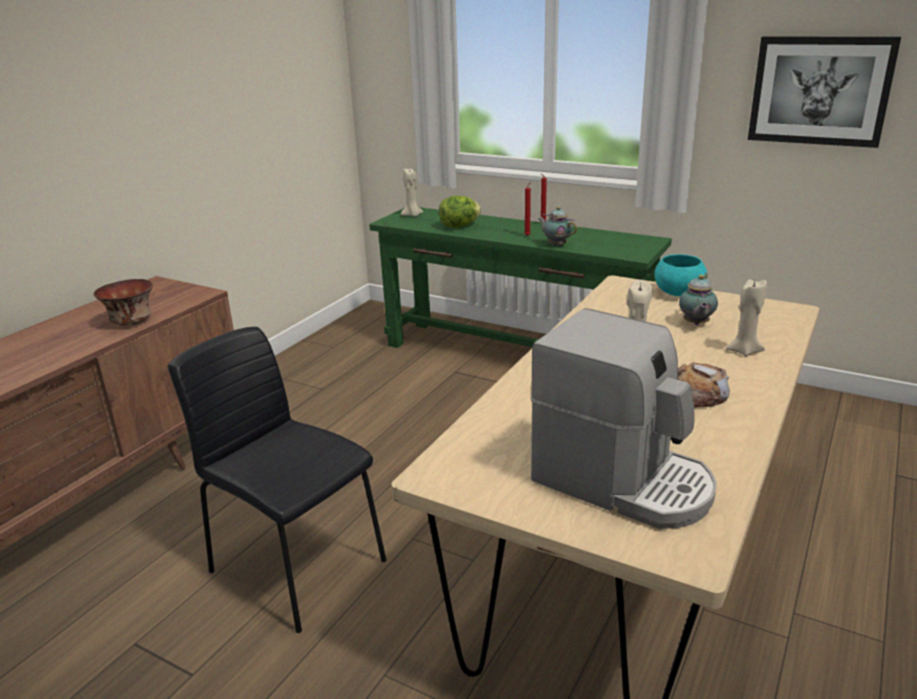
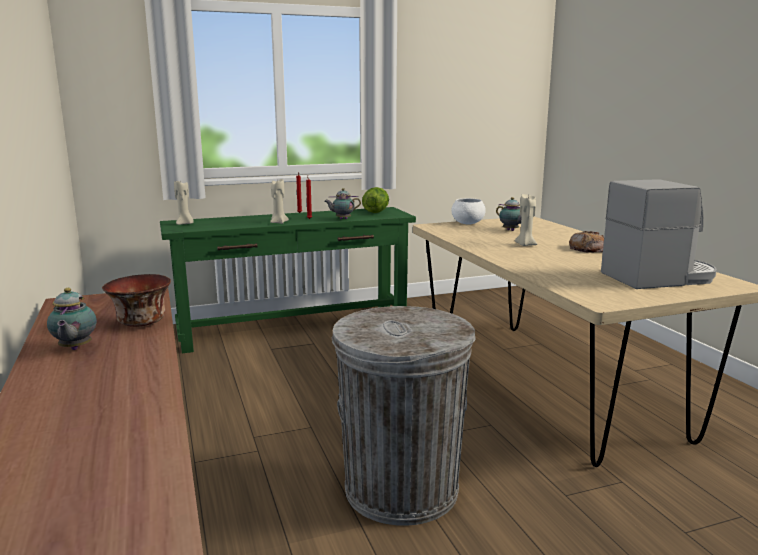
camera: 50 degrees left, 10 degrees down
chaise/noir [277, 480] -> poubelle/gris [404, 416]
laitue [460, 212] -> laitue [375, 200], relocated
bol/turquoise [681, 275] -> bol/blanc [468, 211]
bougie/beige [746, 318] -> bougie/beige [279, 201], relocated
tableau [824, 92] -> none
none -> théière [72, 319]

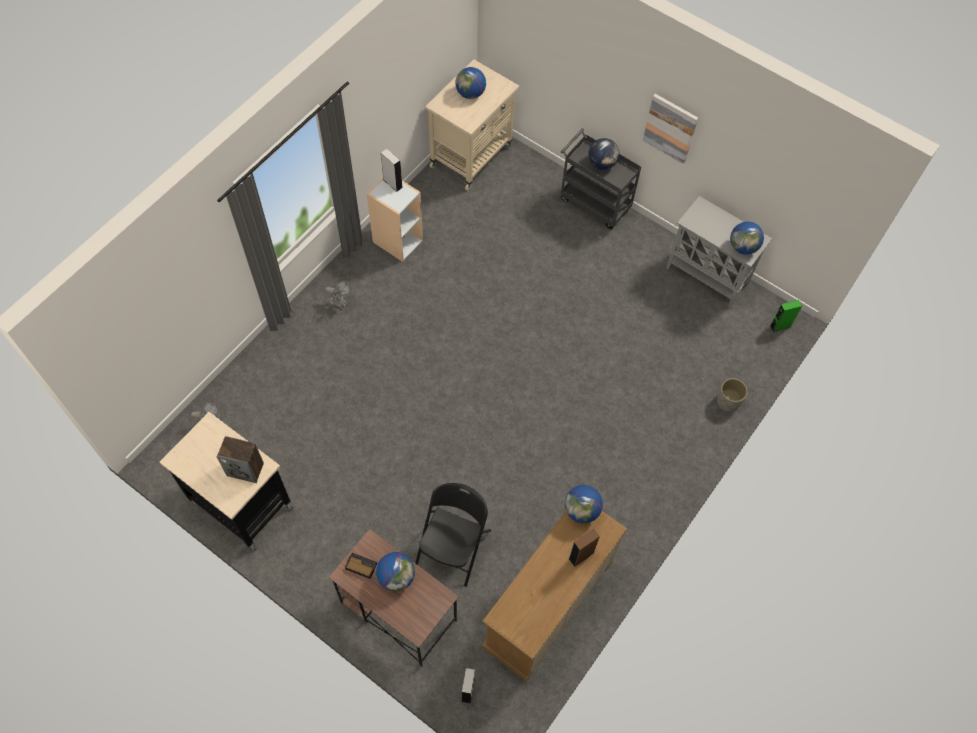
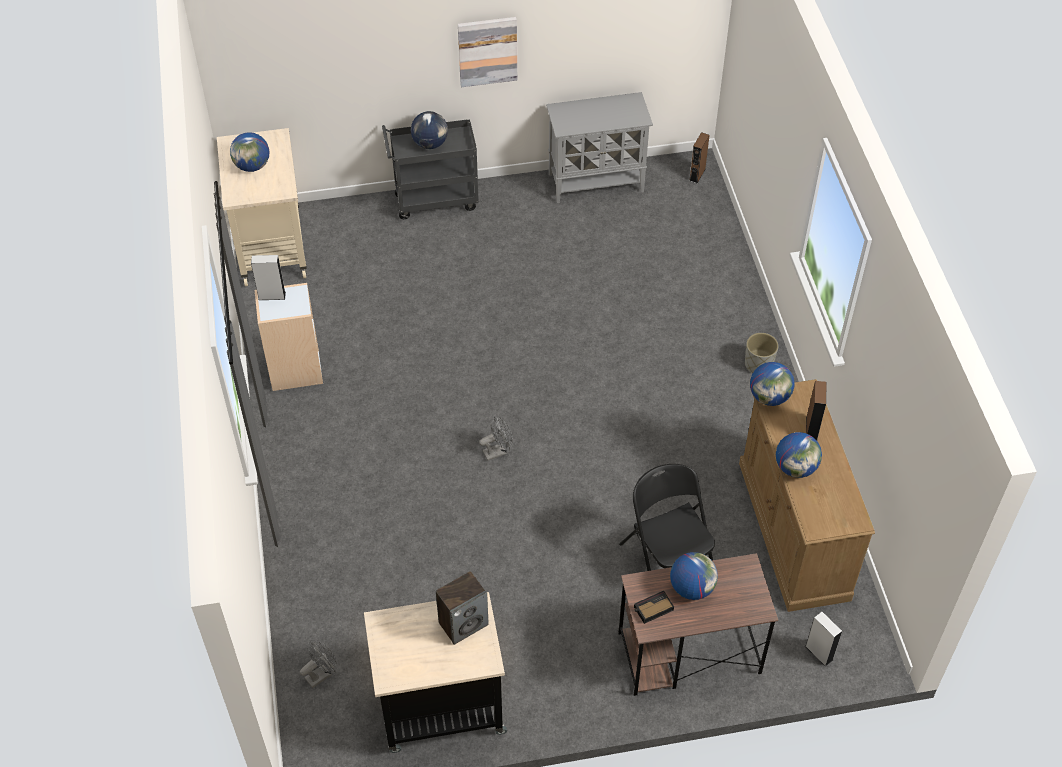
camera: 45 degrees left, 10 degrees down
ventilateur/gris [338, 294] -> ventilateur/gris [496, 438], relocated
cache-pot/gris [732, 395] -> cache-pot/gris [761, 353], relocated
globe [747, 238] -> globe [799, 455], relocated
enceinte/vert [786, 316] -> enceinte/marron [699, 157]

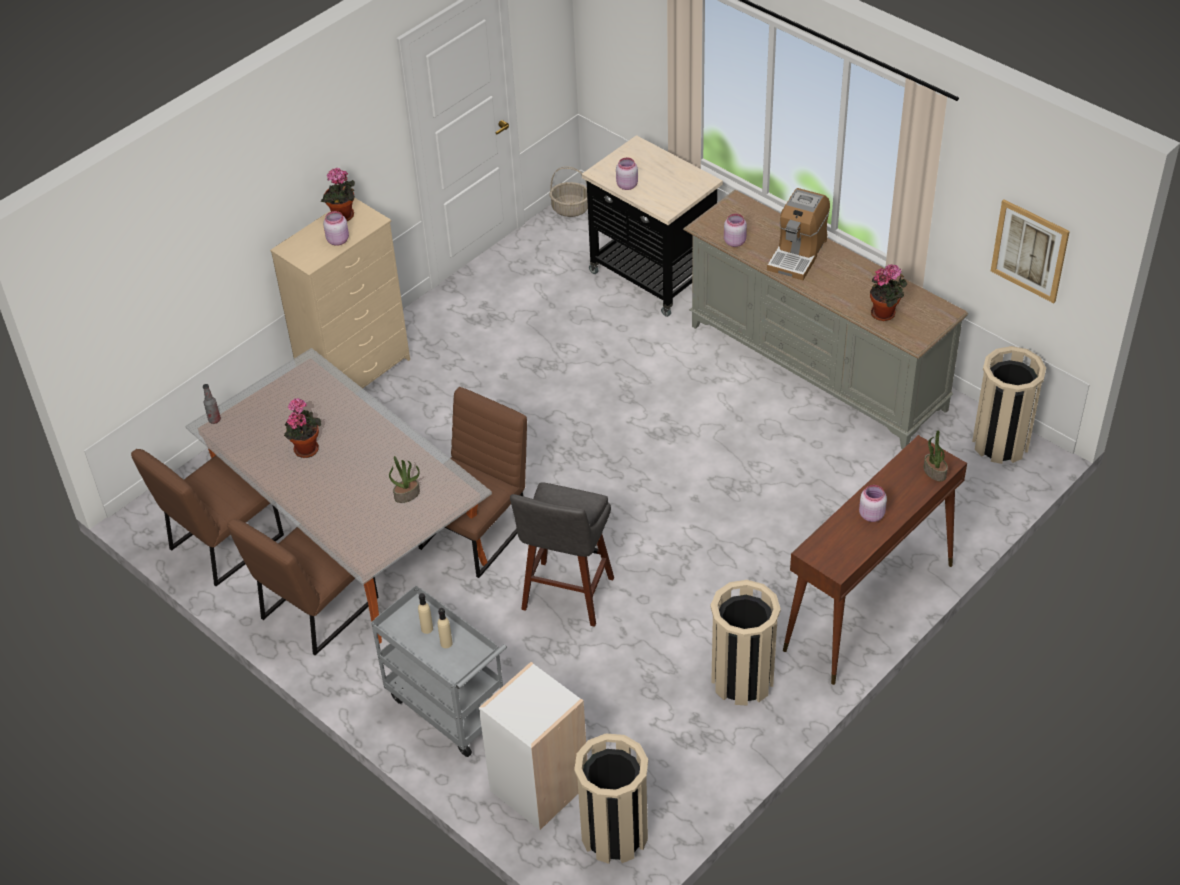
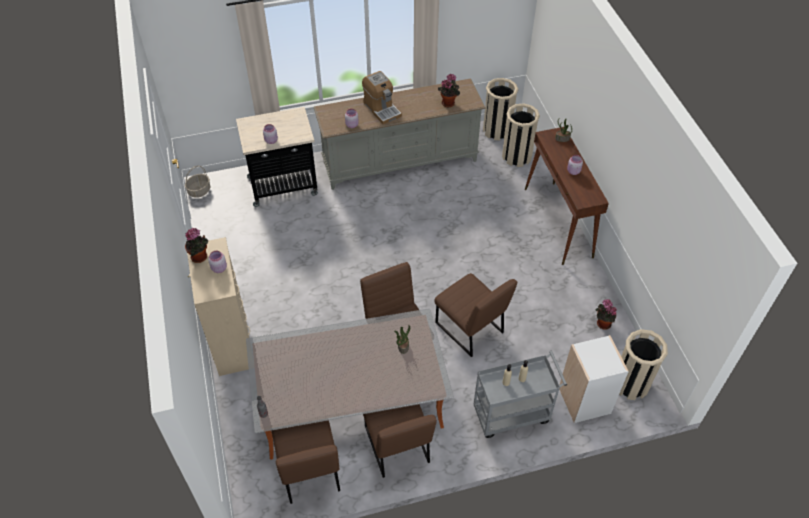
camera: 60 degrees left, 5 degrees up
plante en pot [302, 428] -> plante en pot [606, 314], relocated
tabouret/gris [562, 554] -> chaise/marron [476, 315]
poubelle/beige [746, 643] -> poubelle/beige [521, 135], relocated
tableau [1030, 251] -> none

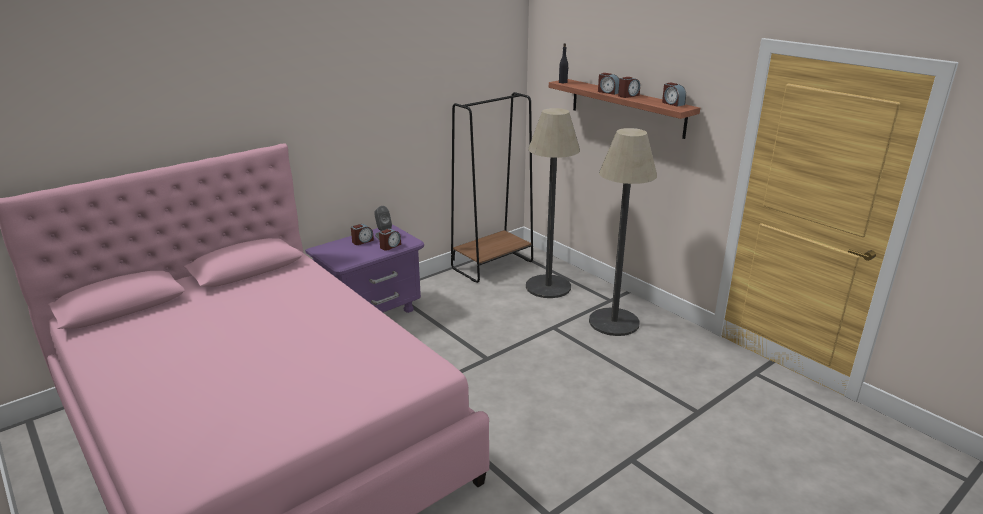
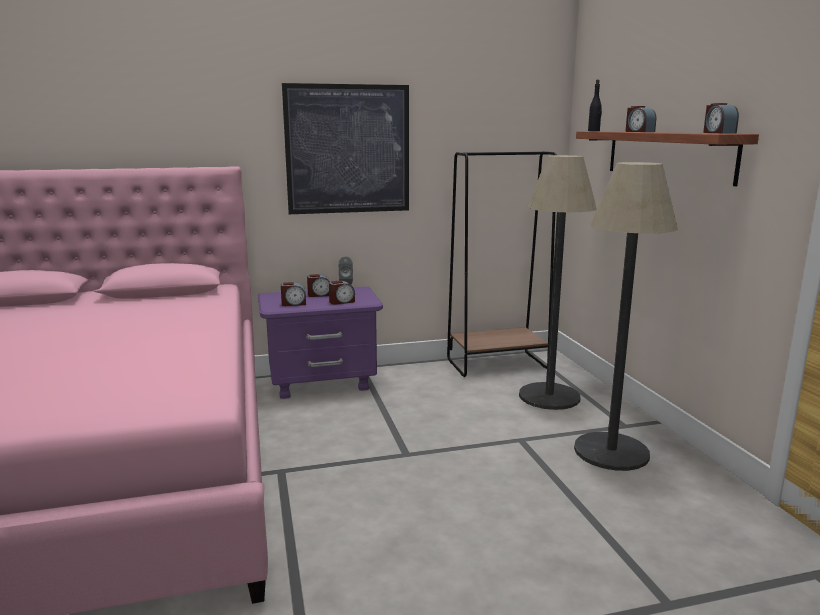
camera: 25 degrees right, 10 degrees down
réveil [629, 87] -> réveil [293, 294], relocated
none -> tableau [345, 148]

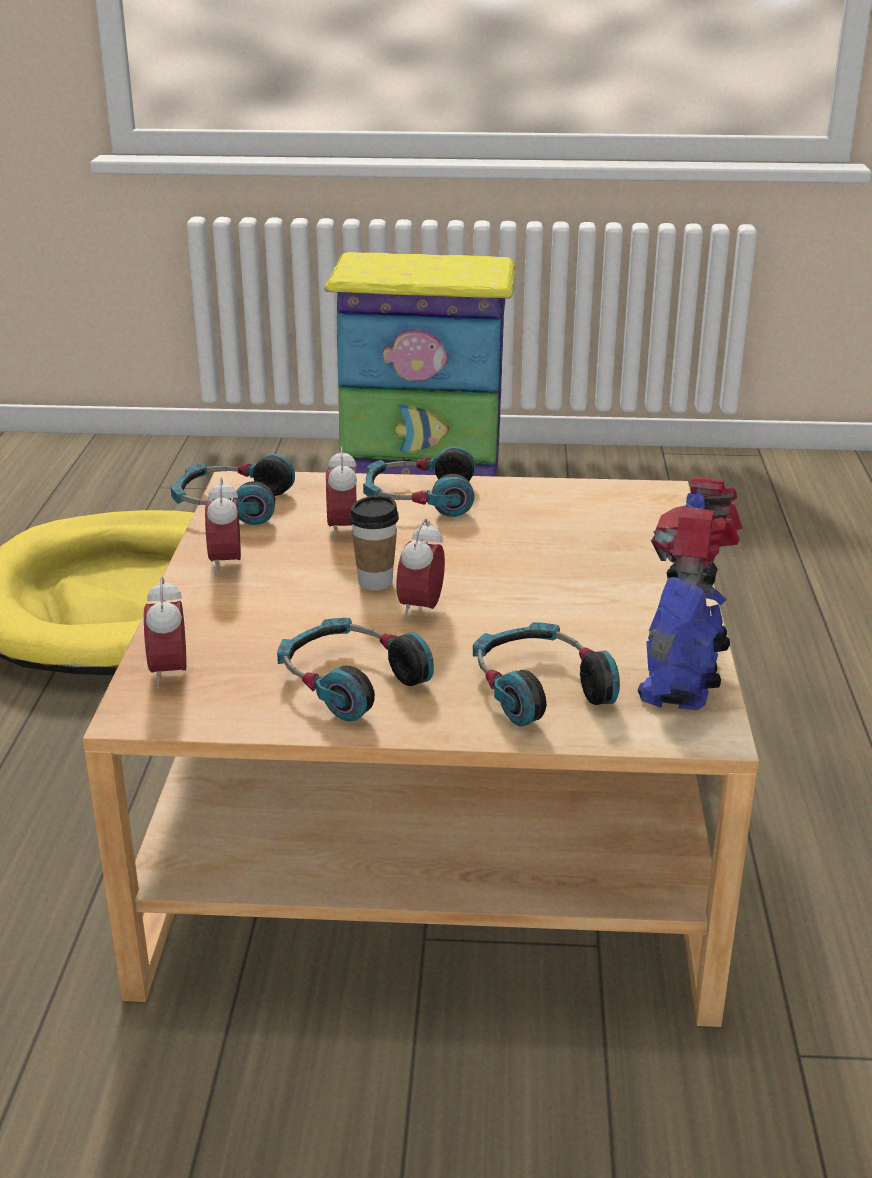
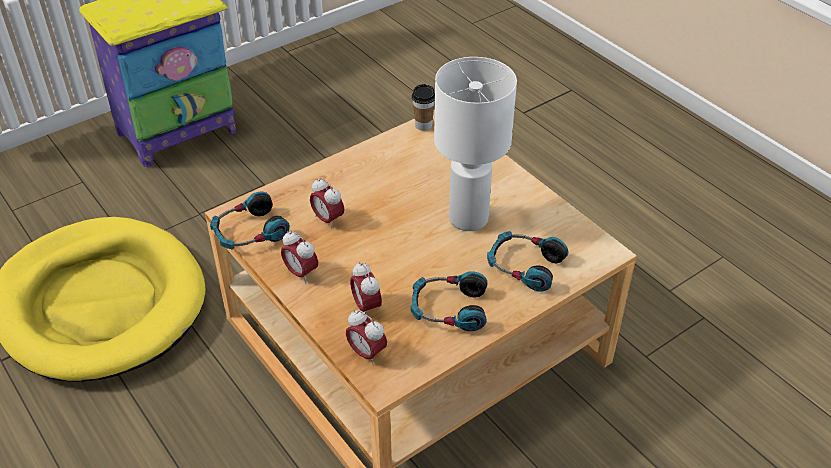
camera: 40 degrees left, 15 degrees up
tasse [374, 543] -> tasse [423, 107], relocated
casque audio [419, 481] -> none
réveil [420, 569] -> réveil [366, 288], relocated
robot jouet [690, 594] -> none
none -> lampe de table/blanc [475, 144]

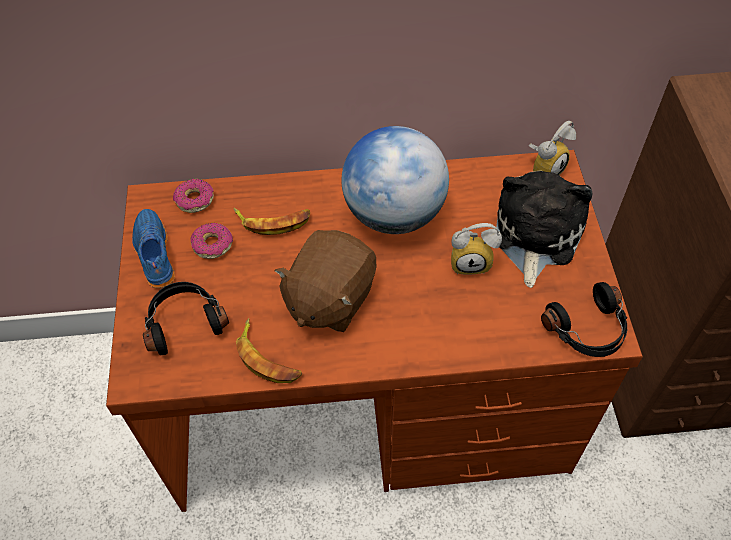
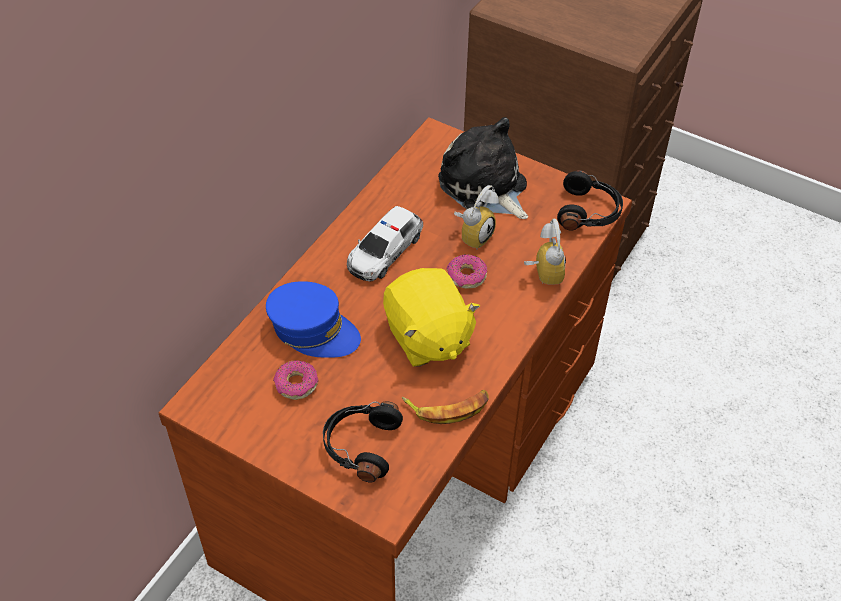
camera: 55 degrees left, 5 degrees down
chaussure/bleu [153, 248] -> none
beignet [193, 196] -> beignet [467, 271], relocated
banane [271, 221] -> casquette/bleu [313, 319]
peluche/marron [325, 281] -> peluche/jaune [431, 317]
globe [395, 180] -> petite voiture [385, 243]
réveil [552, 148] -> réveil [545, 252], relocated

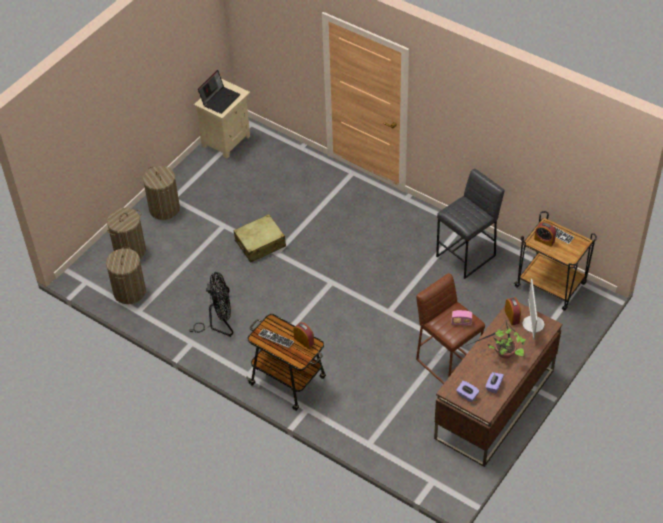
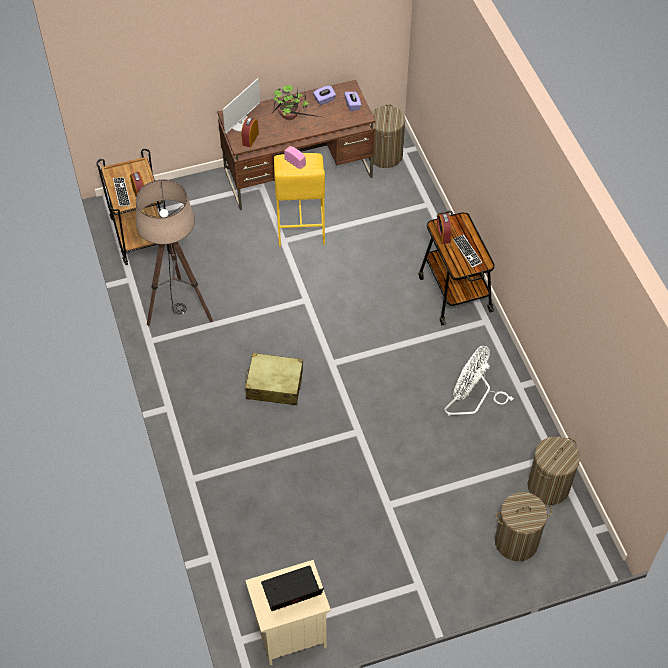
camera: 145 degrees left, 5 degrees up
panier à linge [161, 193] -> panier à linge [387, 136], relocated
ventilateur/noir [211, 304] -> ventilateur/blanc [479, 381]
valise/beige [259, 238] -> valise/beige [274, 379], relocated
tabouret/marron [450, 328] -> tabouret/jaune [299, 200]
tabouret/gris [470, 223] -> lampadaire [174, 253]

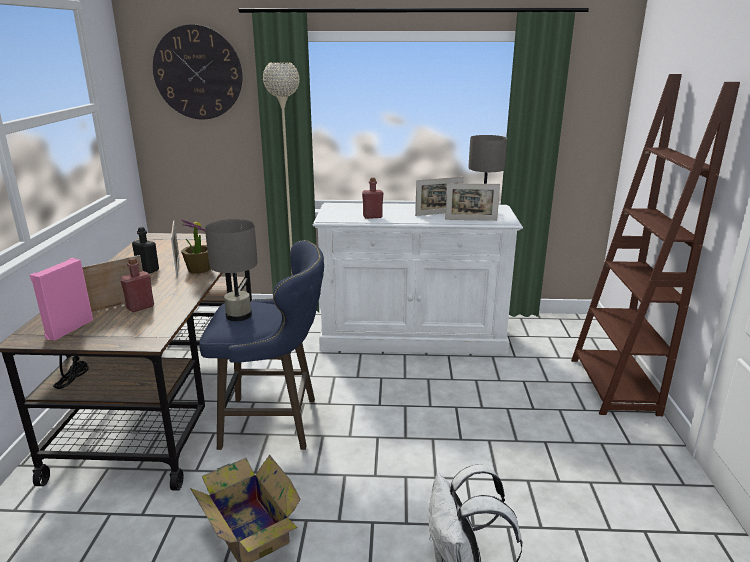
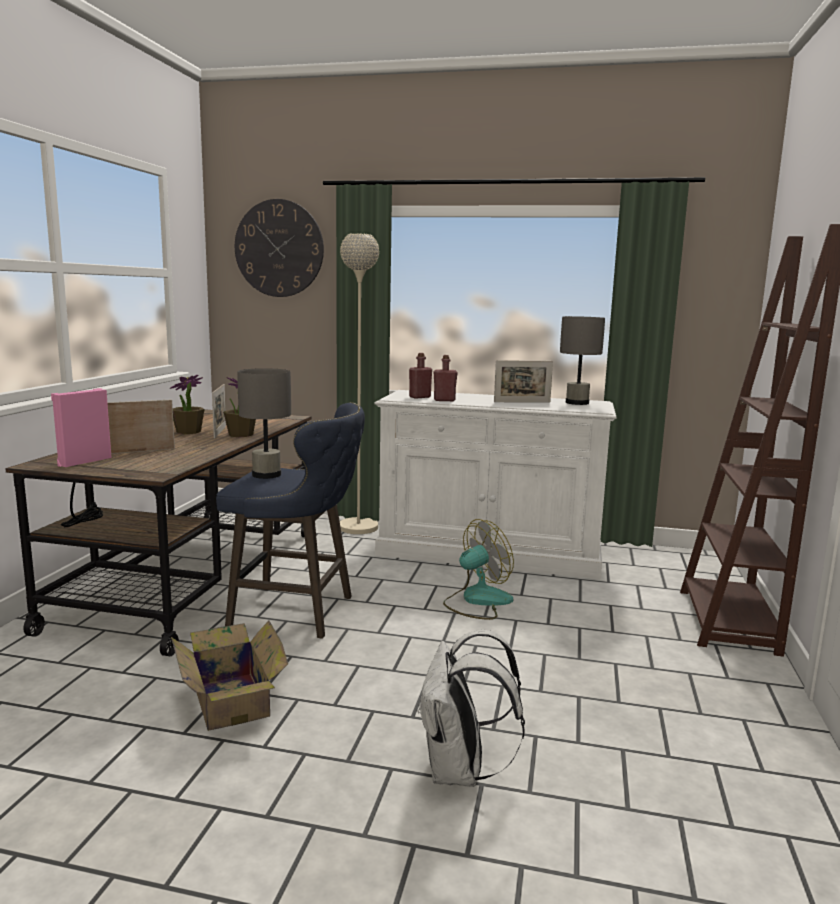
camera: 10 degrees right, 10 degrees down
bouteille/rouge [137, 285] -> bouteille/rouge [420, 376], relocated
bouteille/noir [145, 250] -> plante en pot [187, 404]
cadre photo [472, 202] -> none
none -> ventilateur [478, 569]

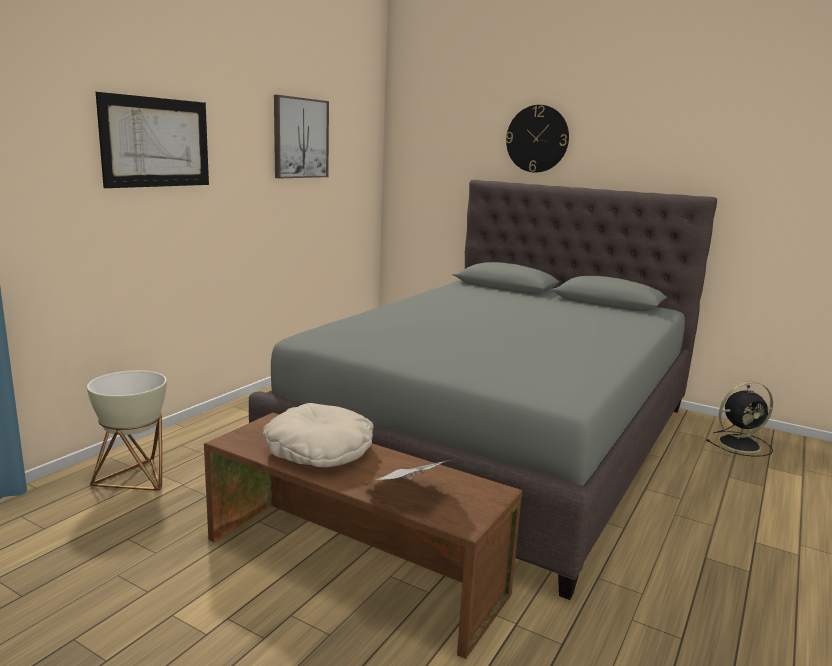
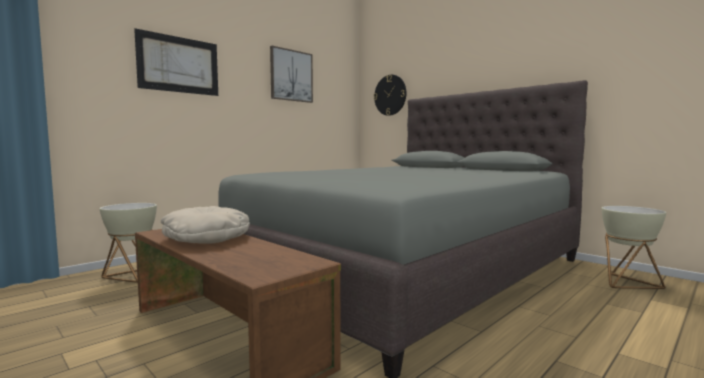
camera: 15 degrees right, 10 degrees down
journal [407, 471] -> none
horloge murale [537, 139] -> horloge murale [390, 95], relocated
ventilateur/noir [739, 419] -> cache-pot [633, 247]

